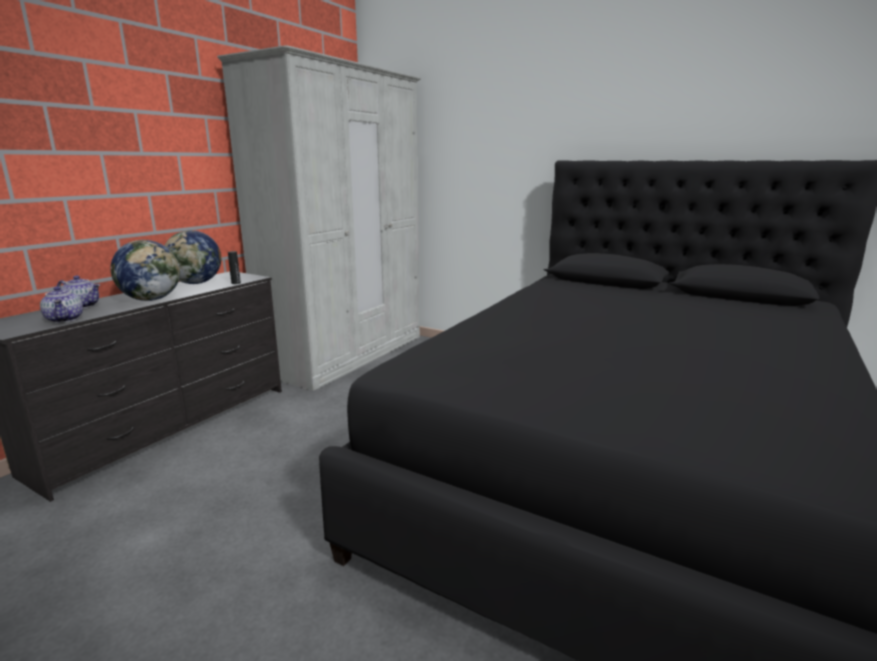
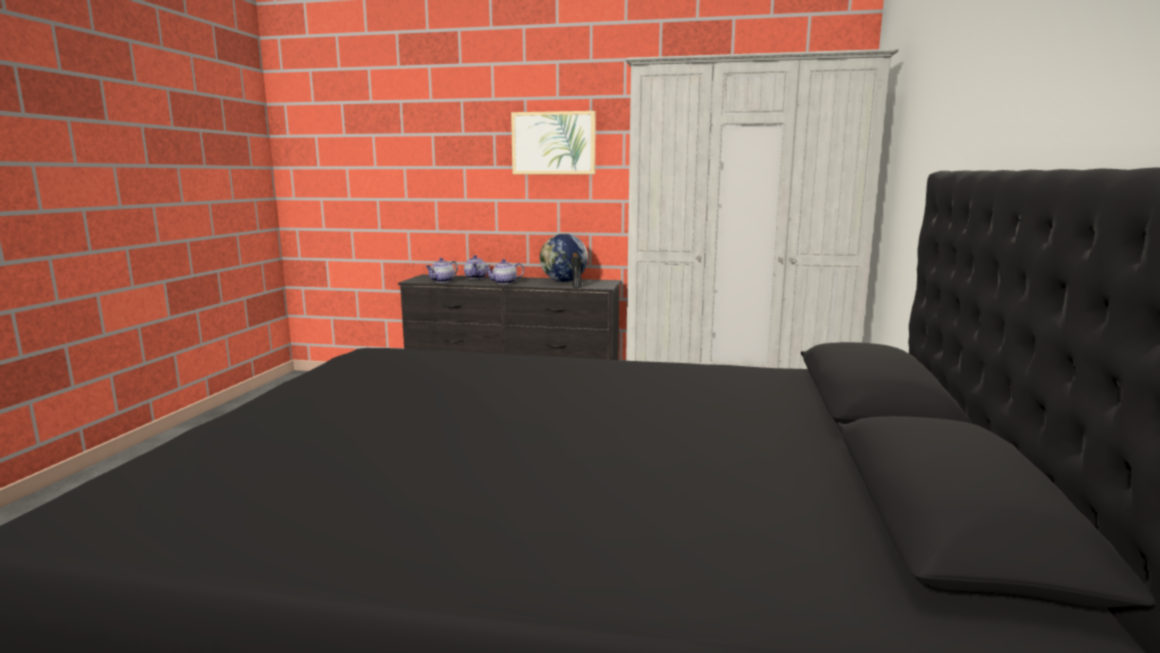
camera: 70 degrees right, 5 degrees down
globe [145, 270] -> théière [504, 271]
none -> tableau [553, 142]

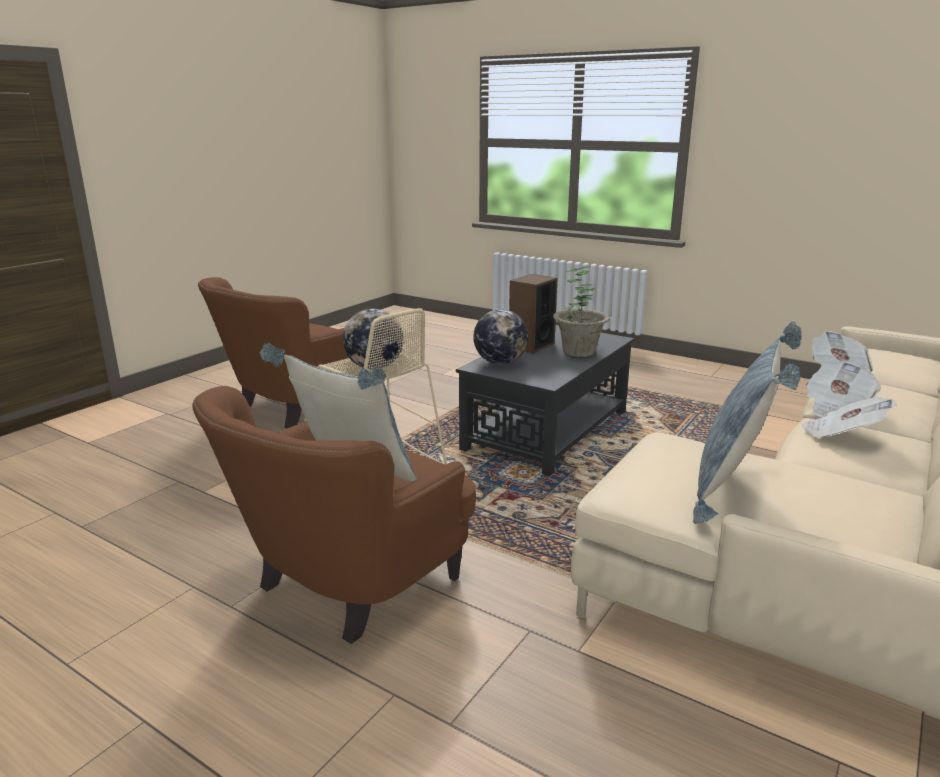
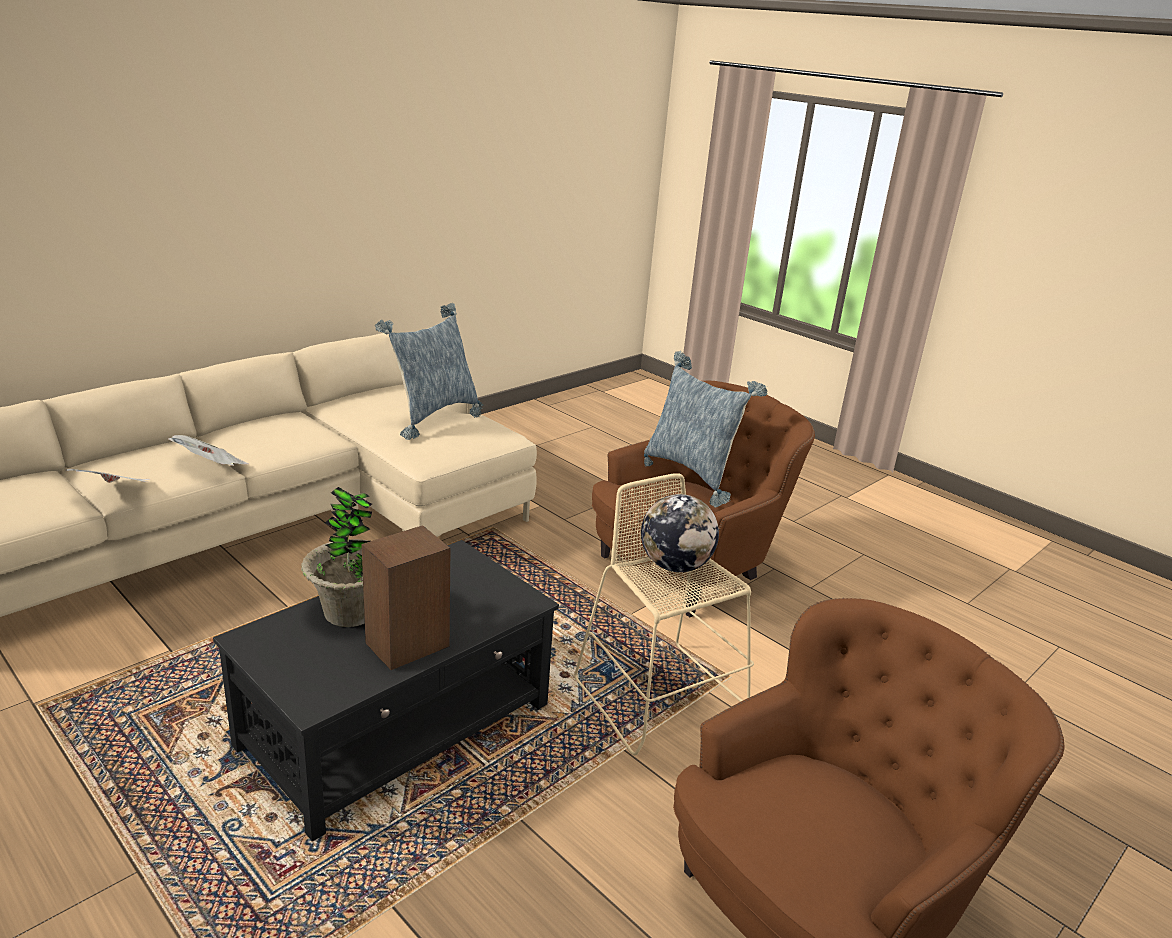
camera: 170 degrees left, 5 degrees up
globe [500, 336] -> none
journal [849, 417] -> none

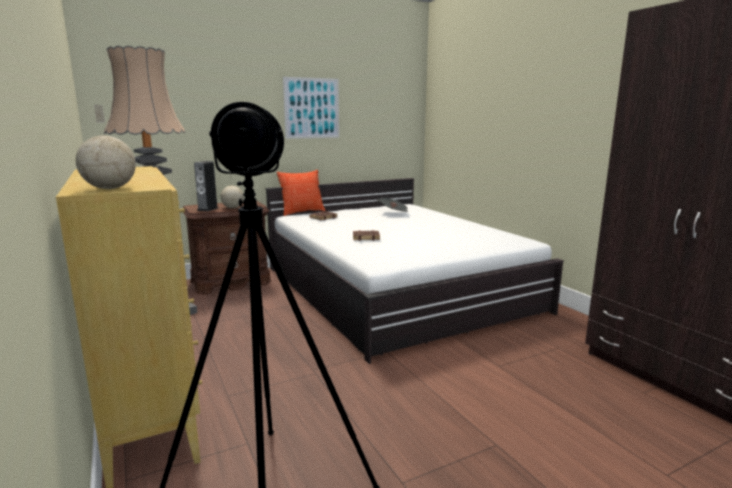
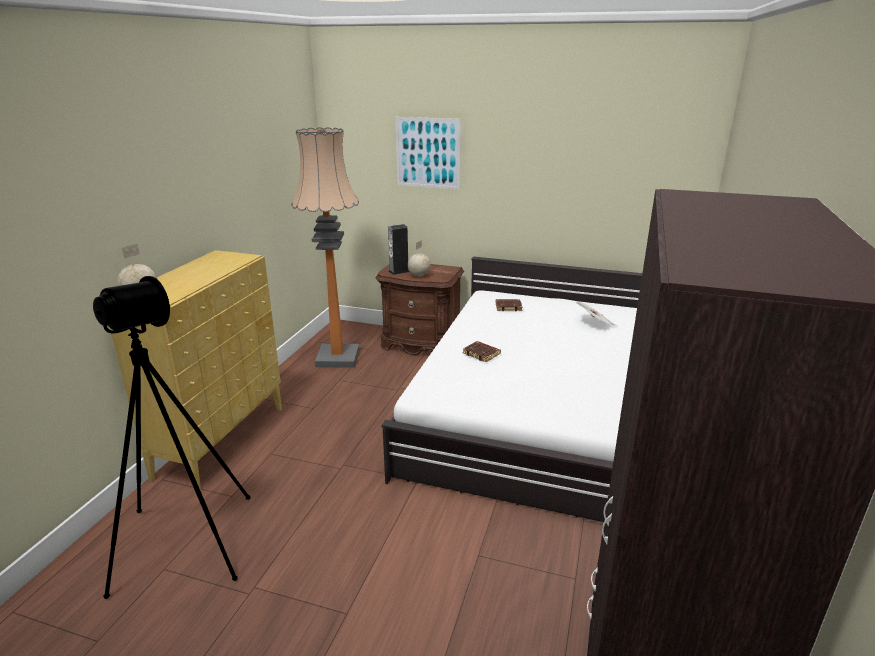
camera: 45 degrees right, 10 degrees up
coussin/orange [301, 193] -> none
tableau [311, 108] -> tableau [428, 153], relocated

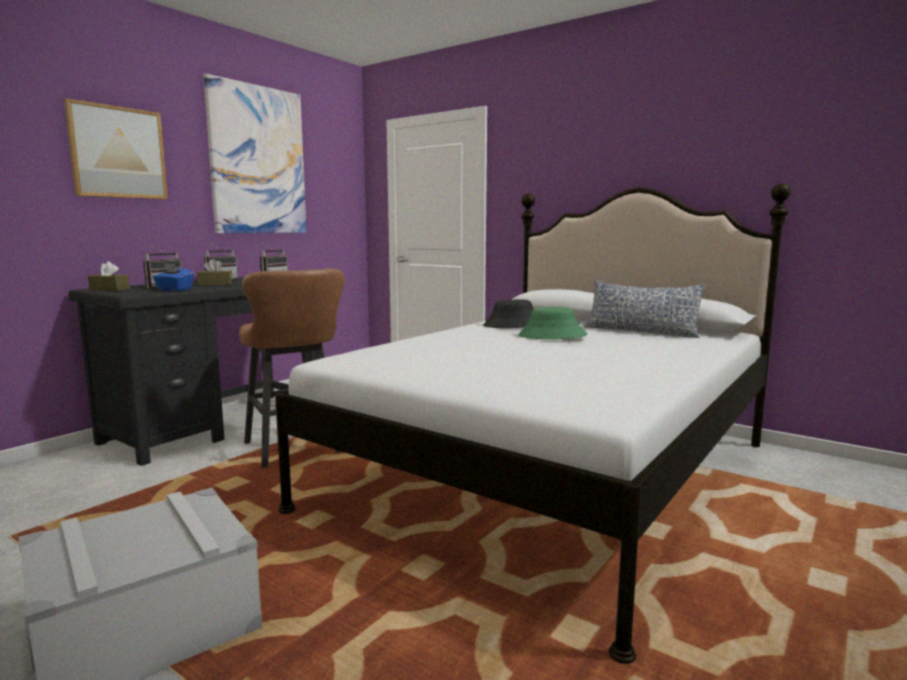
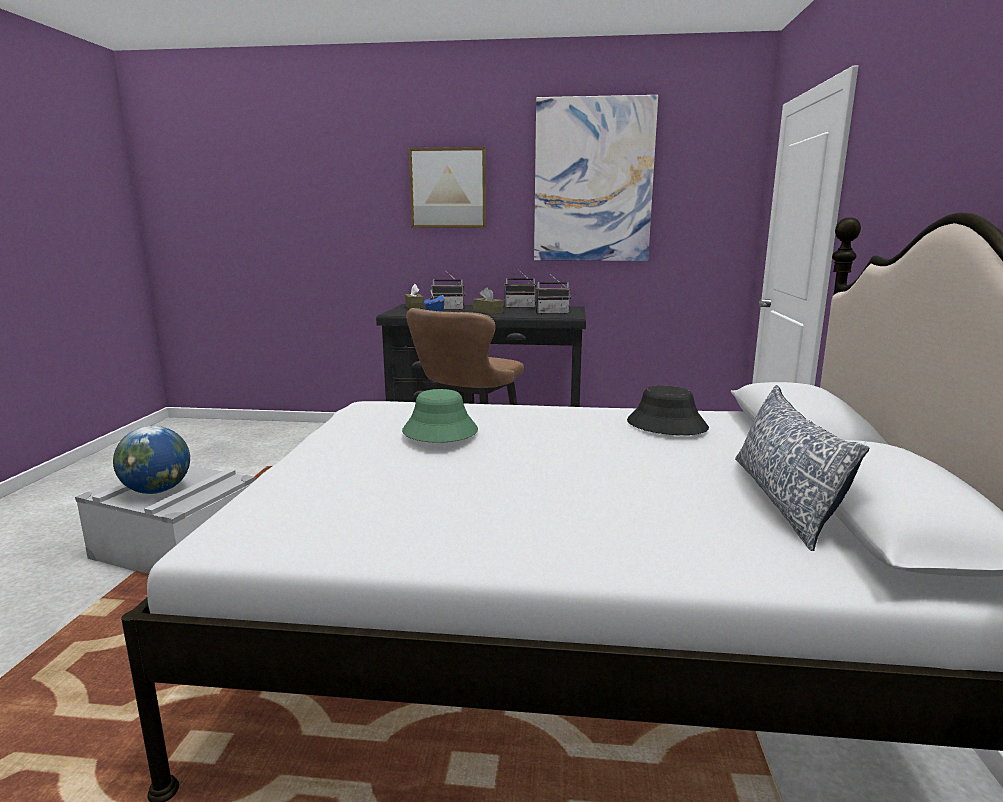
camera: 60 degrees right, 5 degrees up
chapeau/vert [552, 323] -> chapeau/vert [440, 416], relocated
none -> globe [151, 460]

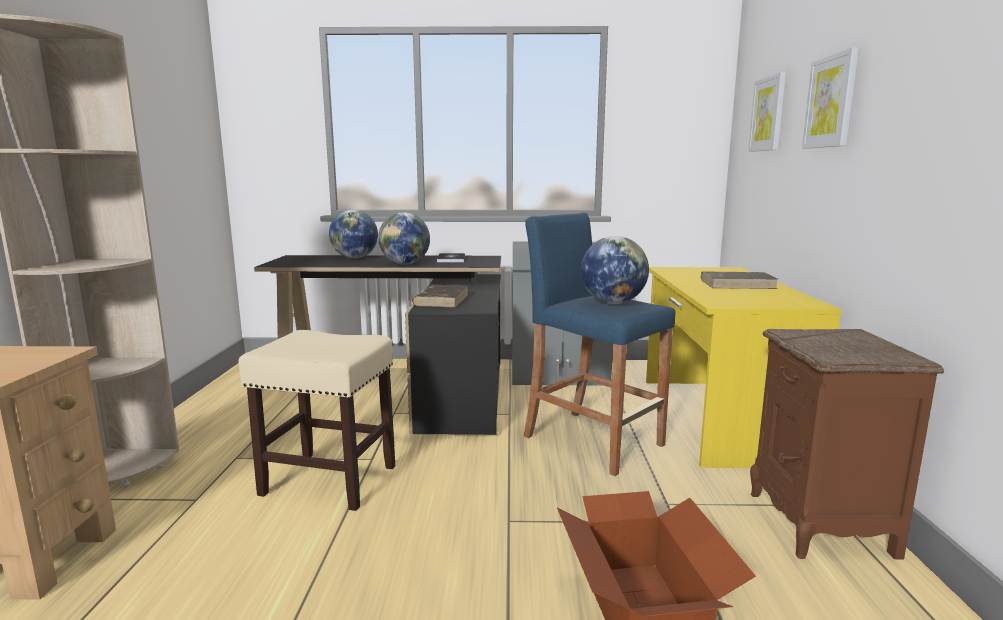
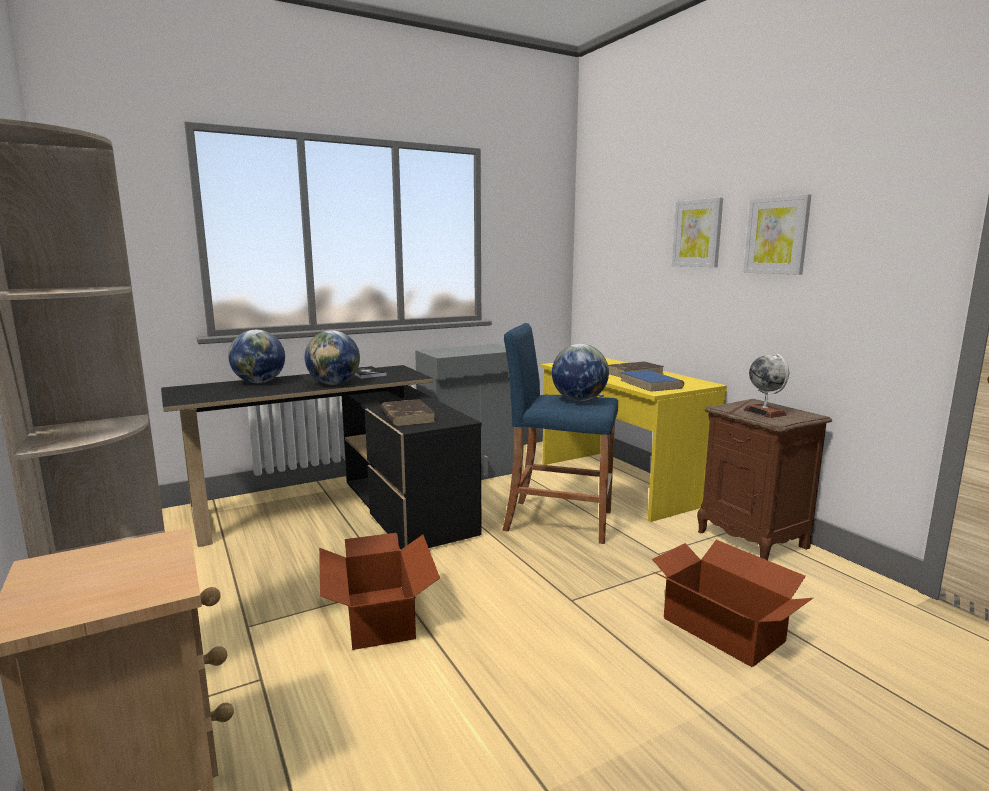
camera: 30 degrees left, 0 degrees up
tabouret/beige [317, 420] -> carton [379, 591]
tableau [767, 112] -> tableau [777, 234], relocated
none -> livre/bleu [652, 381]
none -> globe [766, 386]

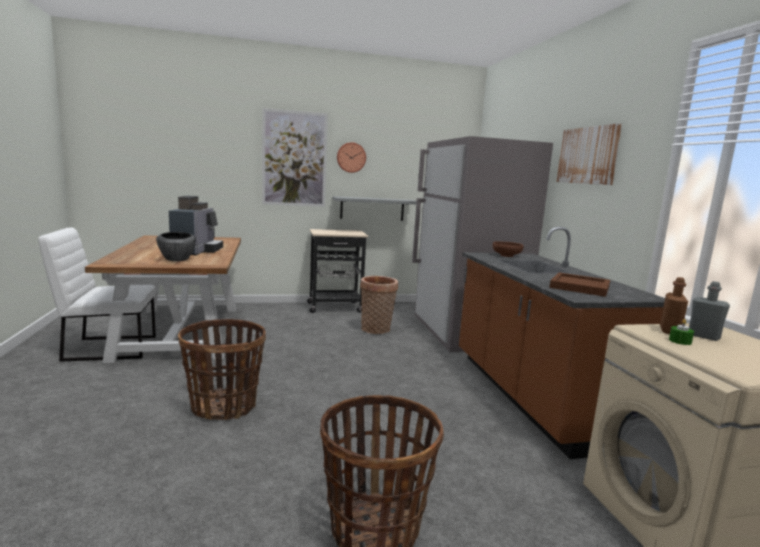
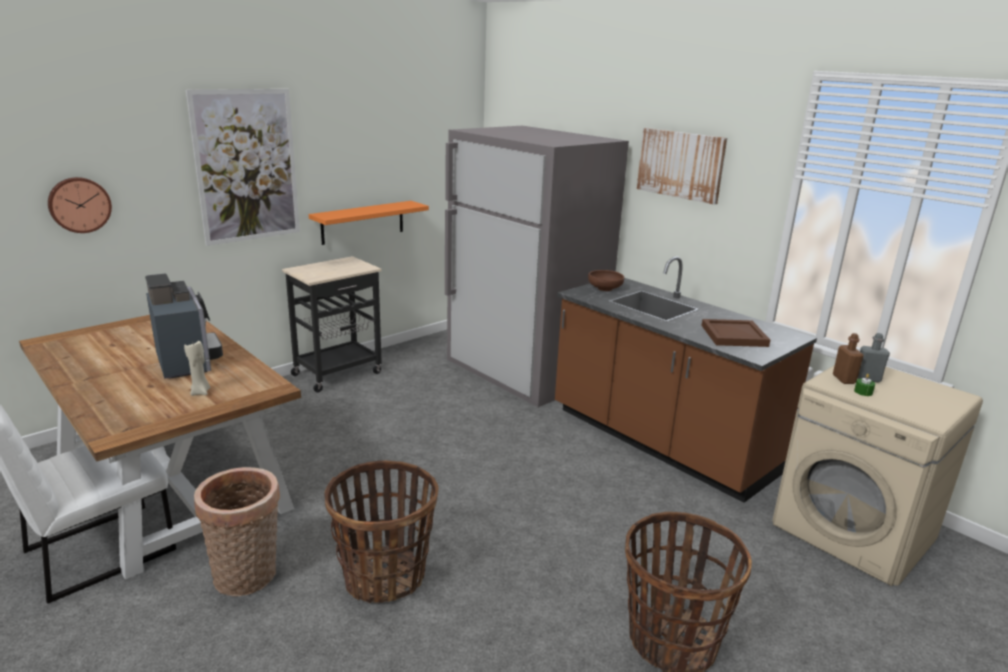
camera: 30 degrees left, 10 degrees up
bol [176, 246] -> bougie/beige [197, 368]
étagère/gris [375, 208] -> étagère/orange [369, 223]
horloge murale [351, 157] -> horloge murale [80, 205], relocated
panier [379, 305] -> panier [237, 531], relocated

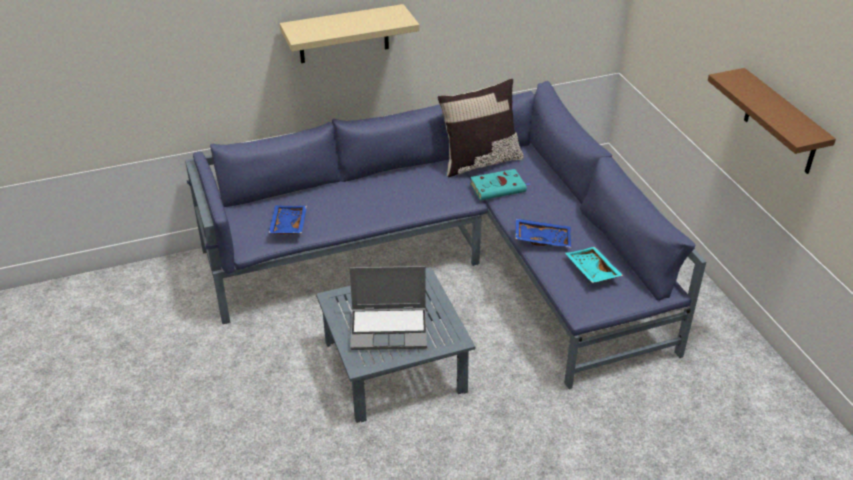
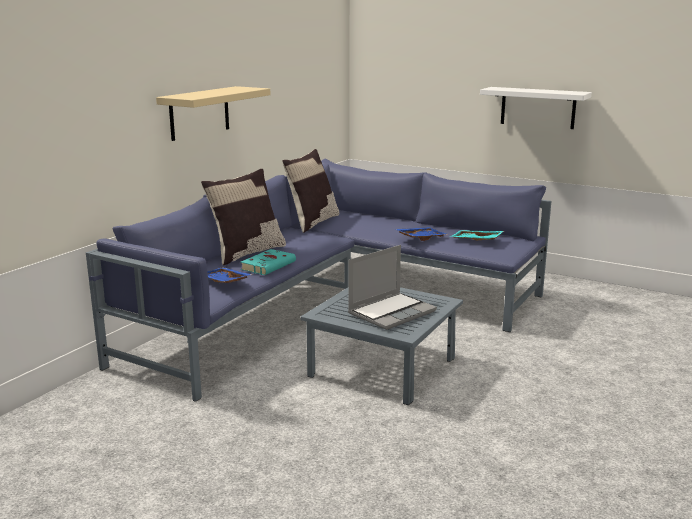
camera: 40 degrees left, 20 degrees down
livre/turquoise [500, 184] -> livre/turquoise [268, 262], relocated
étagère/marron [772, 121] -> étagère/blanc [536, 108]
none -> coussin [243, 217]

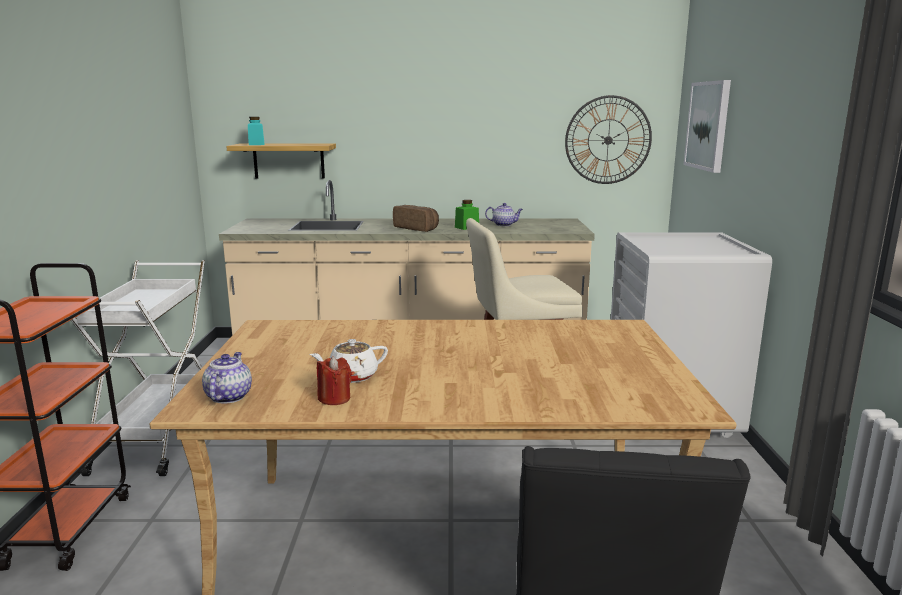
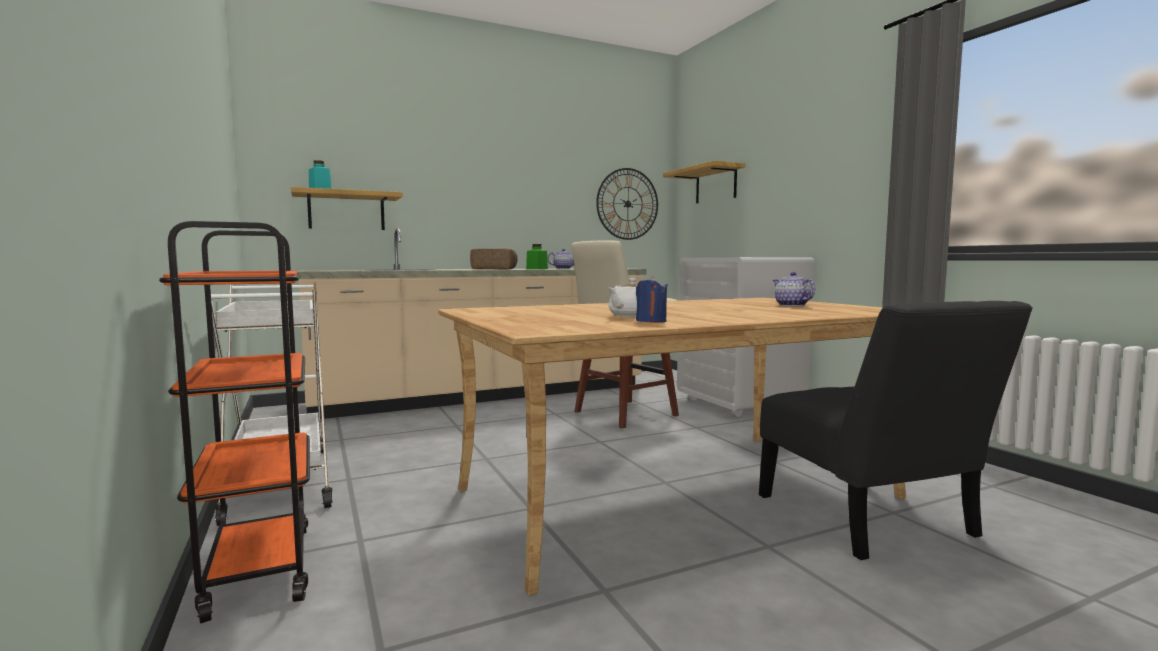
camera: 25 degrees left, 10 degrees down
théière [227, 377] -> théière [794, 289], relocated
bougie/rouge [334, 381] -> bougie/bleu [652, 299]
tableau [707, 126] -> étagère [704, 182]

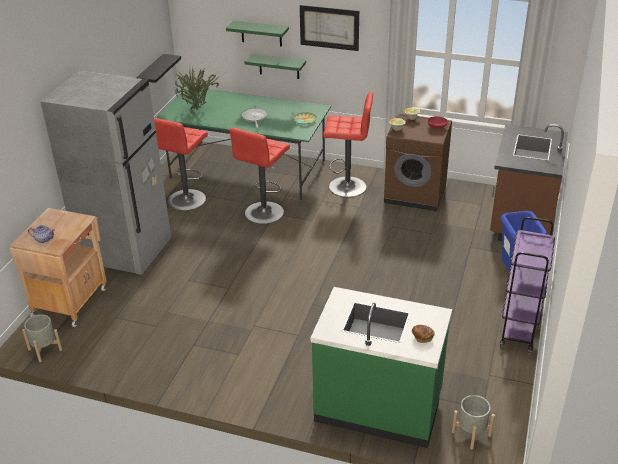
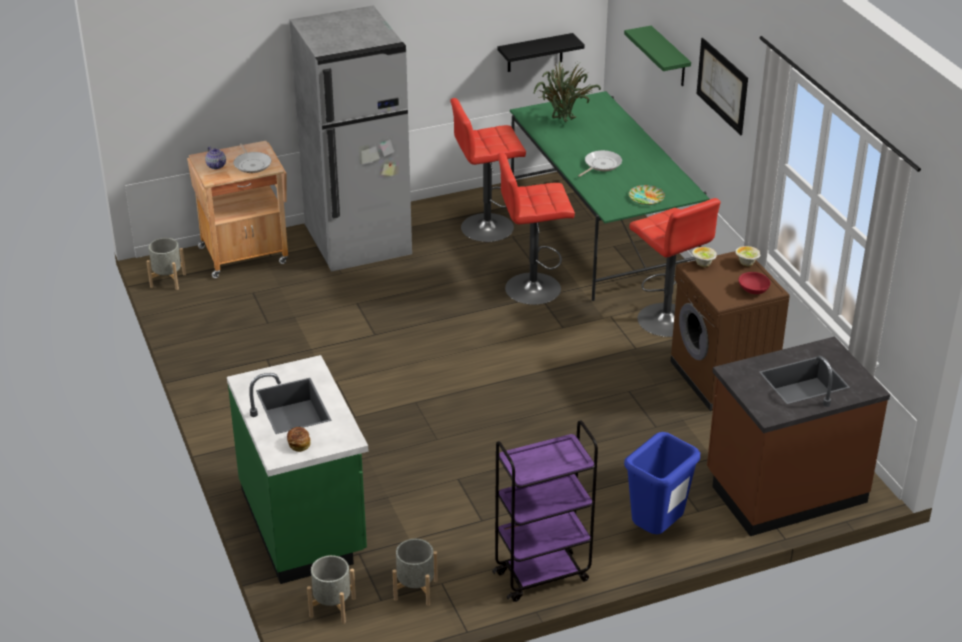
camera: 50 degrees right, 0 degrees up
étagère/vert [275, 66] -> none
none -> poêle [252, 158]
none -> cache-pot/gris [415, 572]

